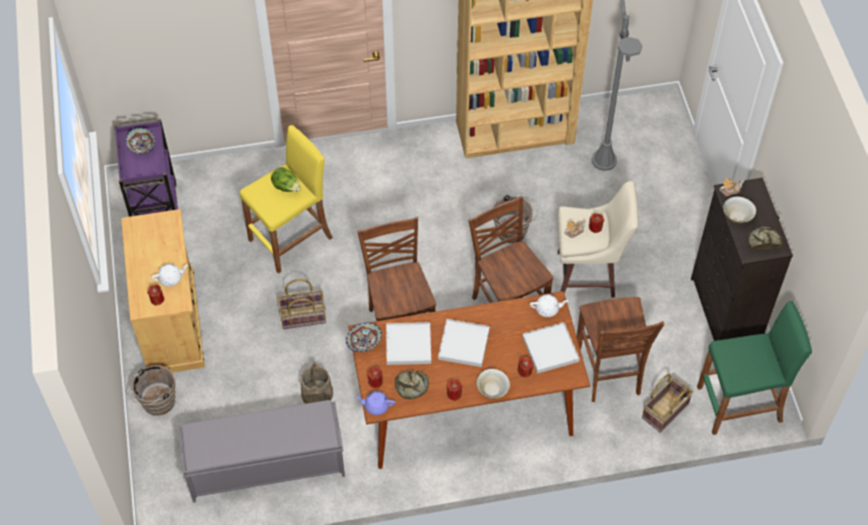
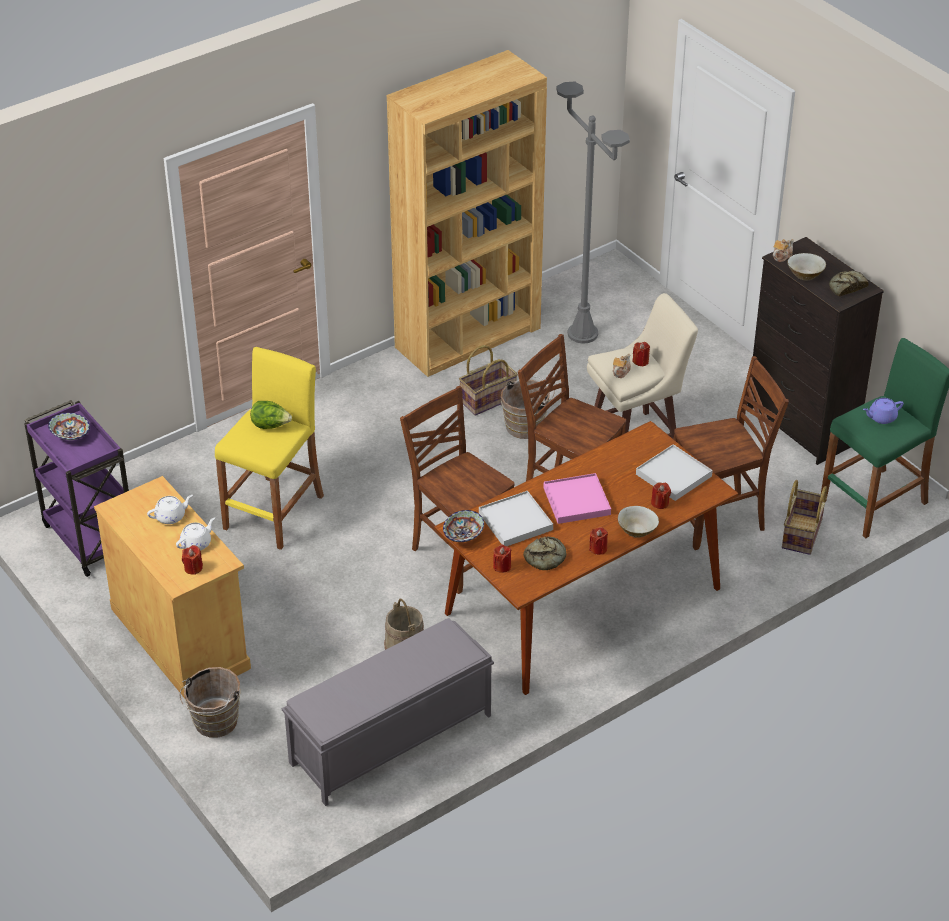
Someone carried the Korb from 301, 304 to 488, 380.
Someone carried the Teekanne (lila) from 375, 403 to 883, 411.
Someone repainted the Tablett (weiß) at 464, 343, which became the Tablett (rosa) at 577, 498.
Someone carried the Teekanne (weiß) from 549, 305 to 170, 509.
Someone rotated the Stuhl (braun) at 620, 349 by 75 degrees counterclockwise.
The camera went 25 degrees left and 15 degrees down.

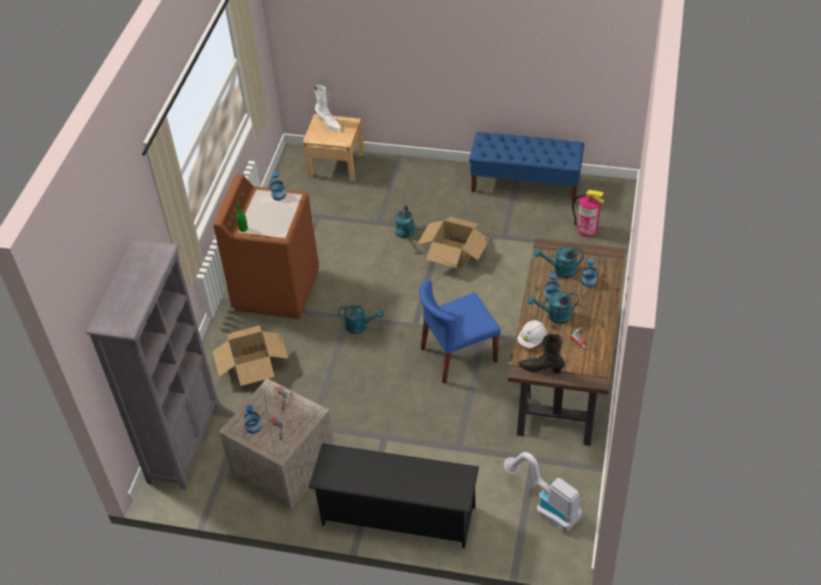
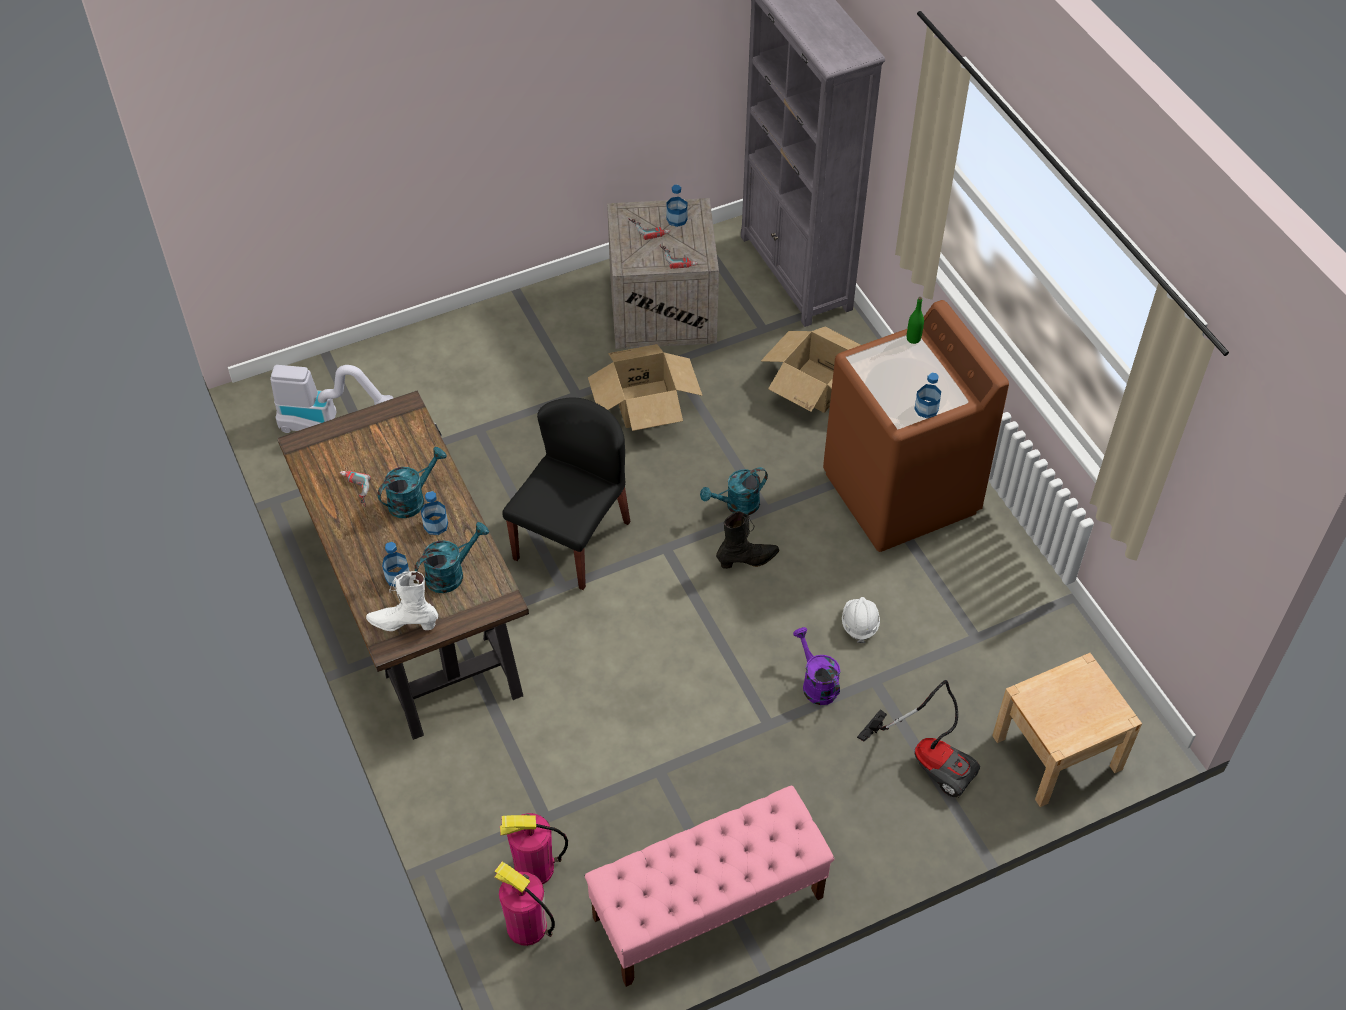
Someone took away the Schuhregal (schwarz) at 393, 495.
Someone carried the Stiefel (weiß) from 328, 108 to 402, 601.
Someone repainted the Gießkanne (türkis) at 405, 221, which became the Gießkanne (lila) at 816, 666.
Someone carried the Karton from 453, 242 to 645, 387.
Someone repainted the Stuhl (blau) at 460, 332, which became the Stuhl (schwarz) at 567, 493.
Someone repainted the Bank (blau) at 527, 167, which became the Bank (rosa) at 709, 886.
Someone carried the Schutzhelm (weiß) from 532, 334 to 861, 620.
Someone carried the Stiefel (schwarz) from 541, 354 to 747, 540.
Someone put down the Feuerlöscher at 524, 904.
Someone put down the Staubsauger at 918, 739.
The camera went 140 degrees right and 5 degrees up.

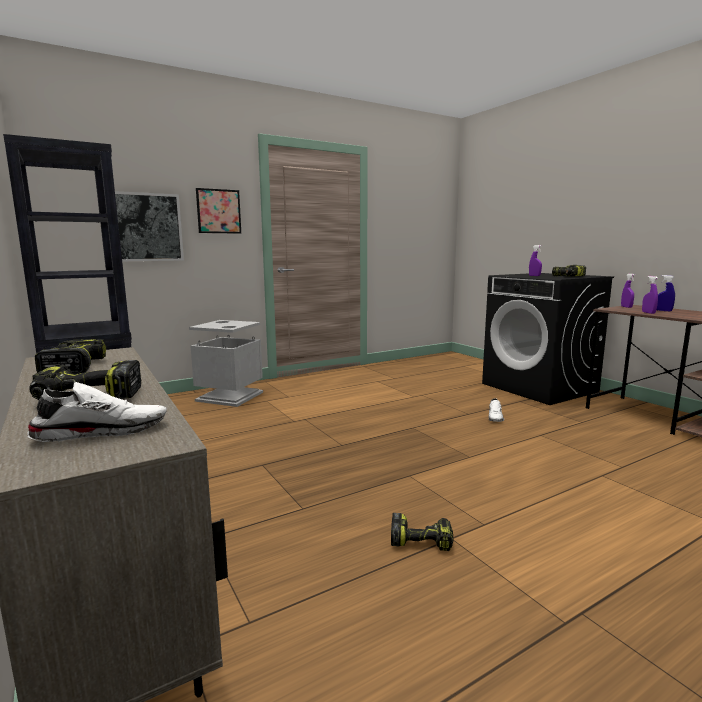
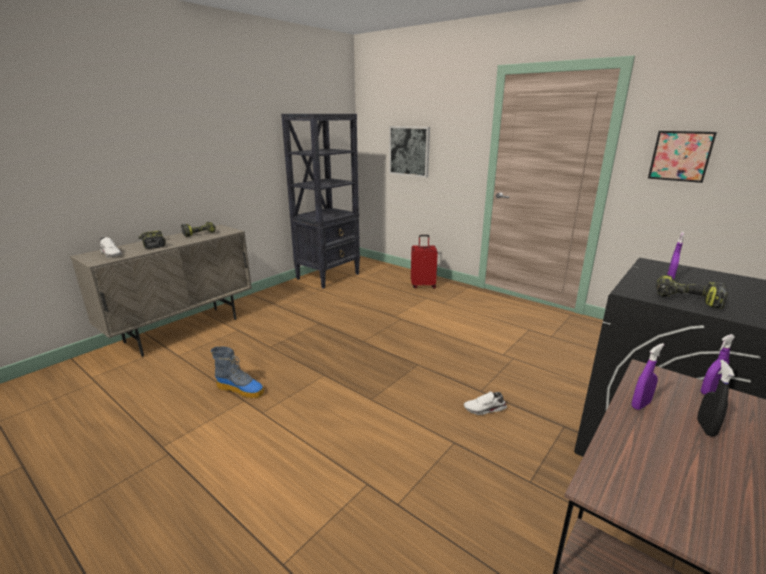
Someone swapped the Mülleimer (grau) at 226, 363 for the Koffer (rot) at 424, 262.
Someone carried the Bild from 218, 211 to 682, 157.
Someone swapped the Bohrmaschine at 422, 532 for the Stiefel at 237, 372.
Someone repainted the Sprühflasche (blau) at 666, 293, which became the Sprühflasche (schwarz) at 716, 398.
The camera went 70 degrees right and 10 degrees up.

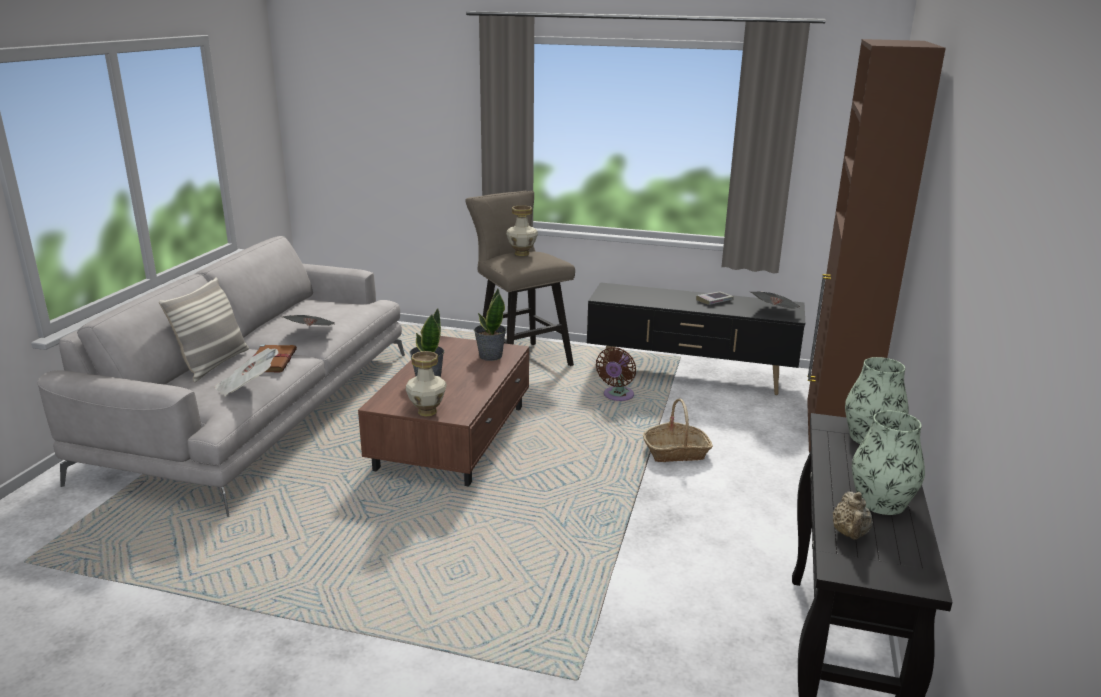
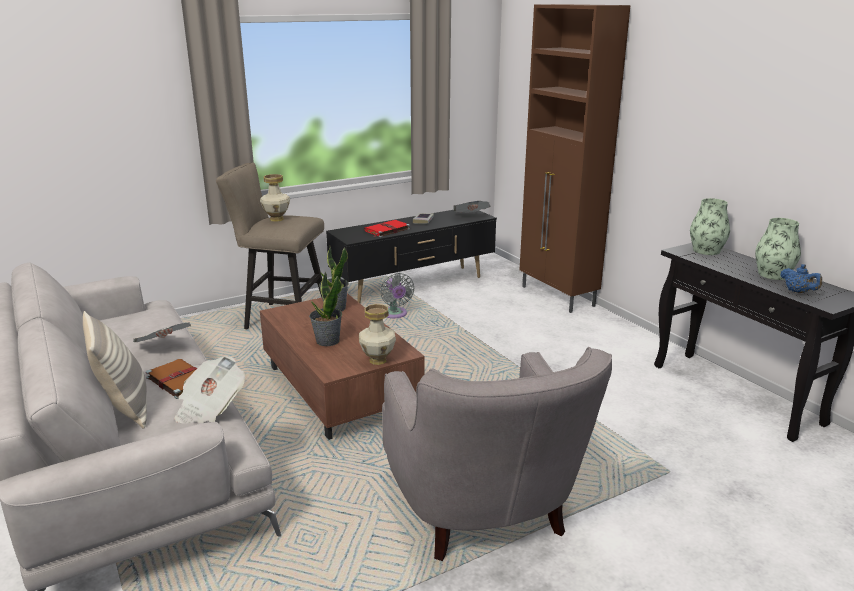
Someone repainted the Ventilator (braun) at 616, 374, which became the Ventilator (grau) at 397, 295.
Someone took away the Korb at 678, 430.
Someone repainted the Teekanne (beige) at 853, 515, which became the Teekanne (blau) at 801, 278.
Someone put down the Buch (rot) at 387, 228.
Someone put down the Sessel (grau) at 497, 454.
The camera went 45 degrees left and 0 degrees up.

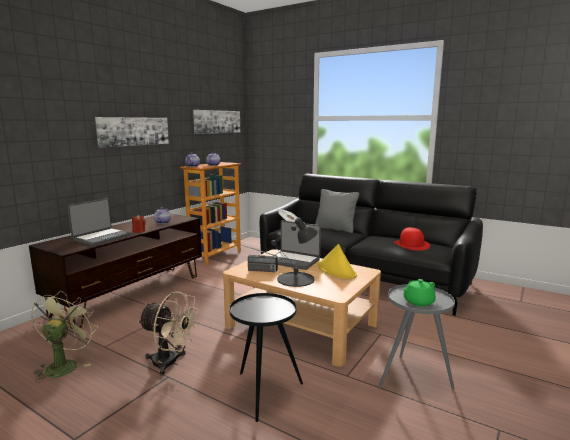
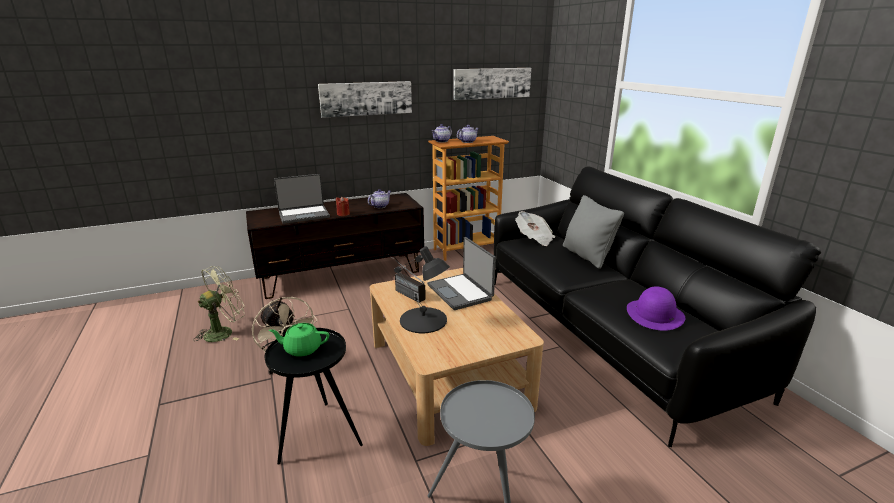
Someone took away the Hut (gelb) at 337, 261.
Someone repainted the Hut (rot) at 412, 238, which became the Hut (lila) at 656, 308.
Someone carried the Teekanne (grün) from 419, 292 to 299, 340.
The camera went 35 degrees right and 10 degrees up.

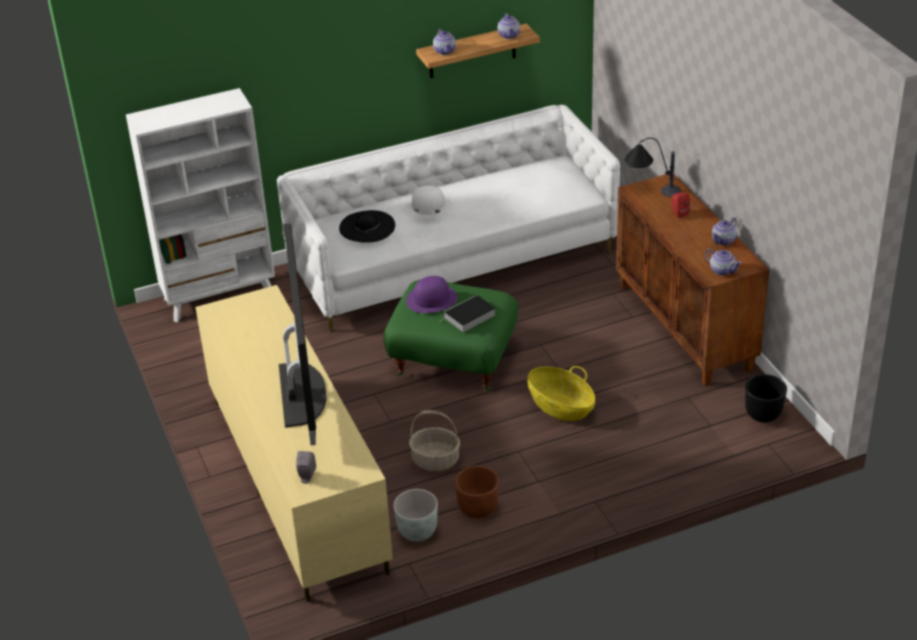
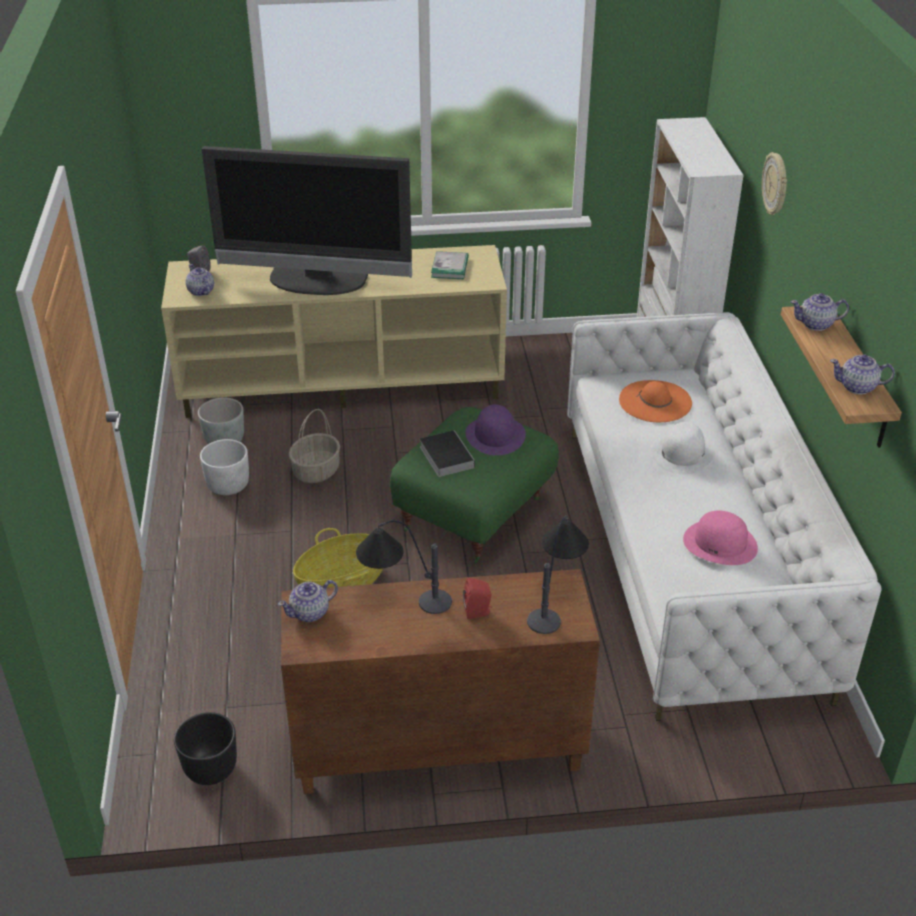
Someone repainted the Hut (schwarz) at 367, 226, which became the Hut (orange) at 655, 401.
Someone repainted the Pflanzkübel (braun) at 477, 492, which became the Pflanzkübel (weiß) at 224, 467.
Someone carried the Teekanne from 724, 232 to 199, 280.
Someone put down the Tischlampe at 404, 567.
Someone put down the Buch at 450, 265.
Someone put down the Hut (rosa) at 720, 537.
Someone put up the Wanduhr at 774, 183.
The camera went 105 degrees right and 0 degrees up.

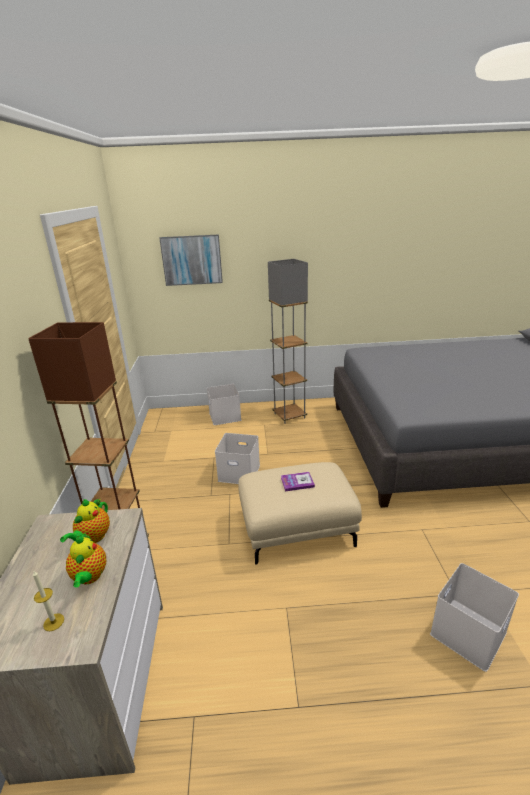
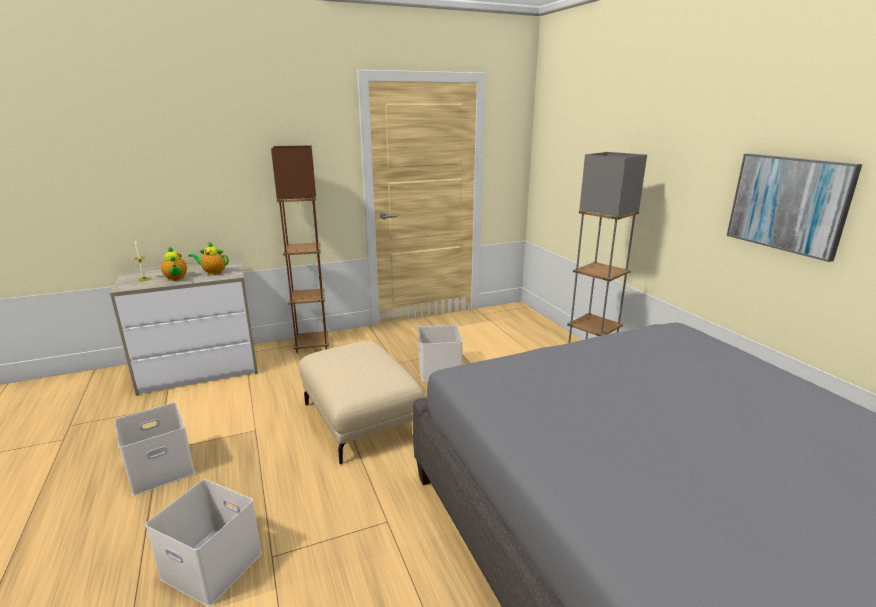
Someone rotated the Teekanne at 86, 560 by 90 degrees counterclockwise.
Someone carried the Bild from 191, 260 to 794, 208.
Someone carried the Aufbewahrungsbox (weiß) from 224, 404 to 155, 449.
Someone took away the Buch at 298, 481.
The camera went 70 degrees right and 5 degrees down.

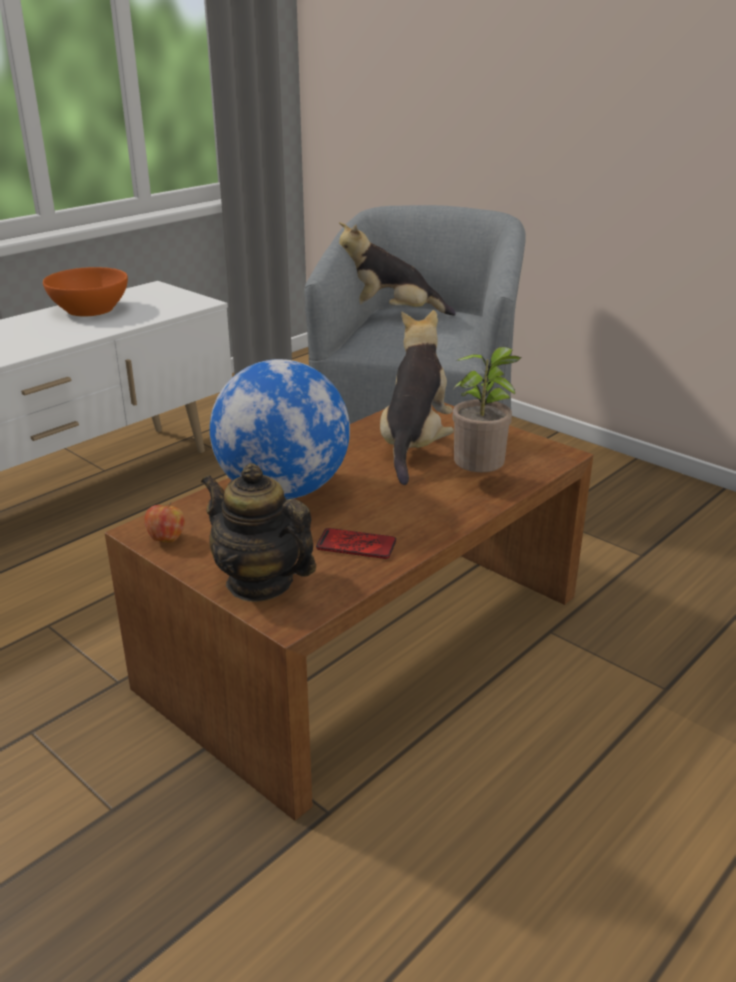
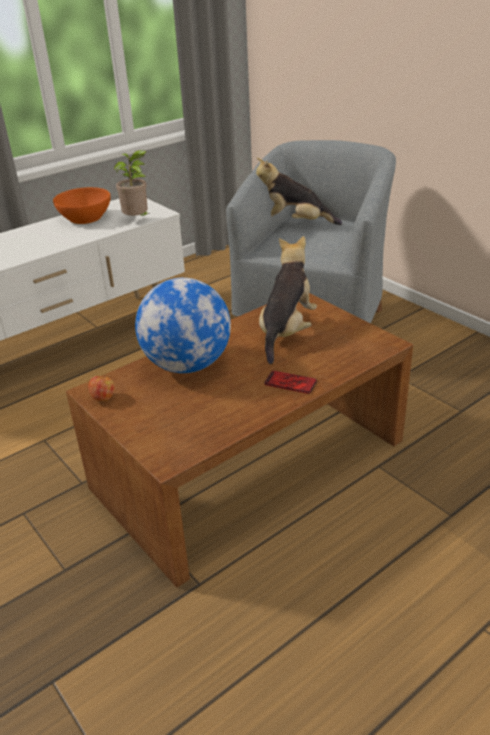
Someone took away the Teekanne at 258, 532.
Someone carried the Handy from 356, 543 to 290, 382.
Someone carried the Topfpflanze from 487, 409 to 131, 183.
The camera went 10 degrees right and 5 degrees up.

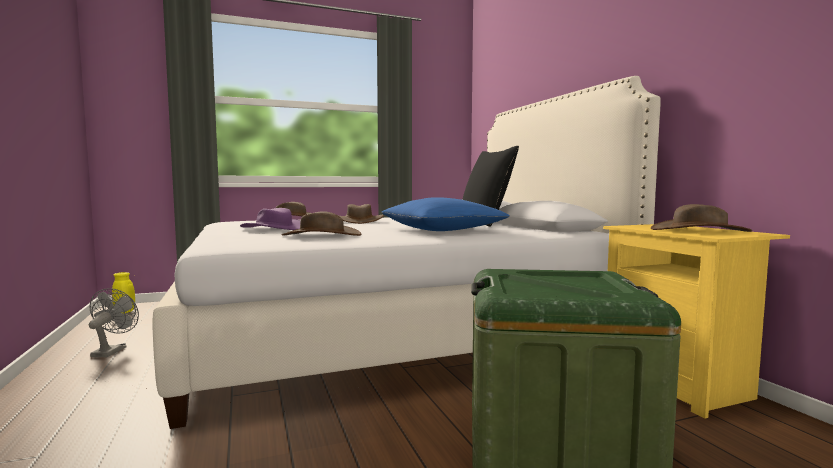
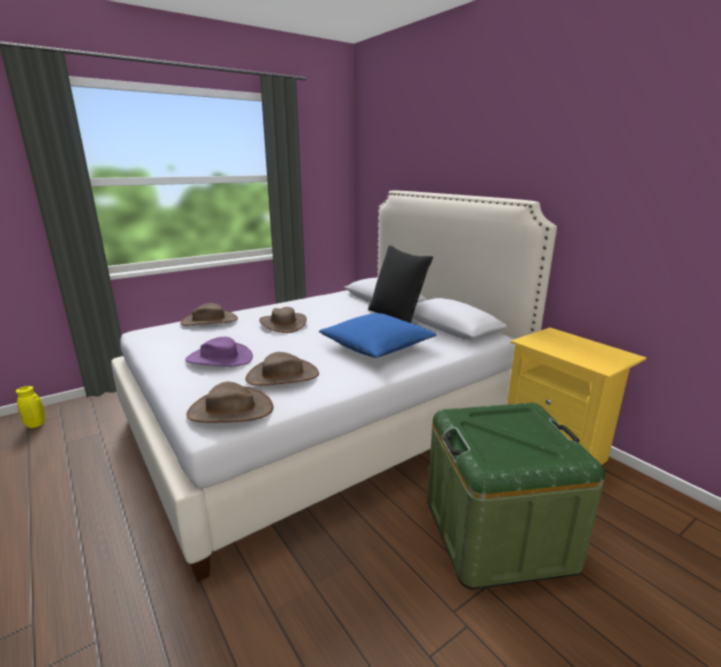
Someone took away the Ventilator (grau) at 114, 322.
Someone carried the Hut (braun) from 701, 218 to 229, 402.
The camera went 15 degrees left and 15 degrees up.

